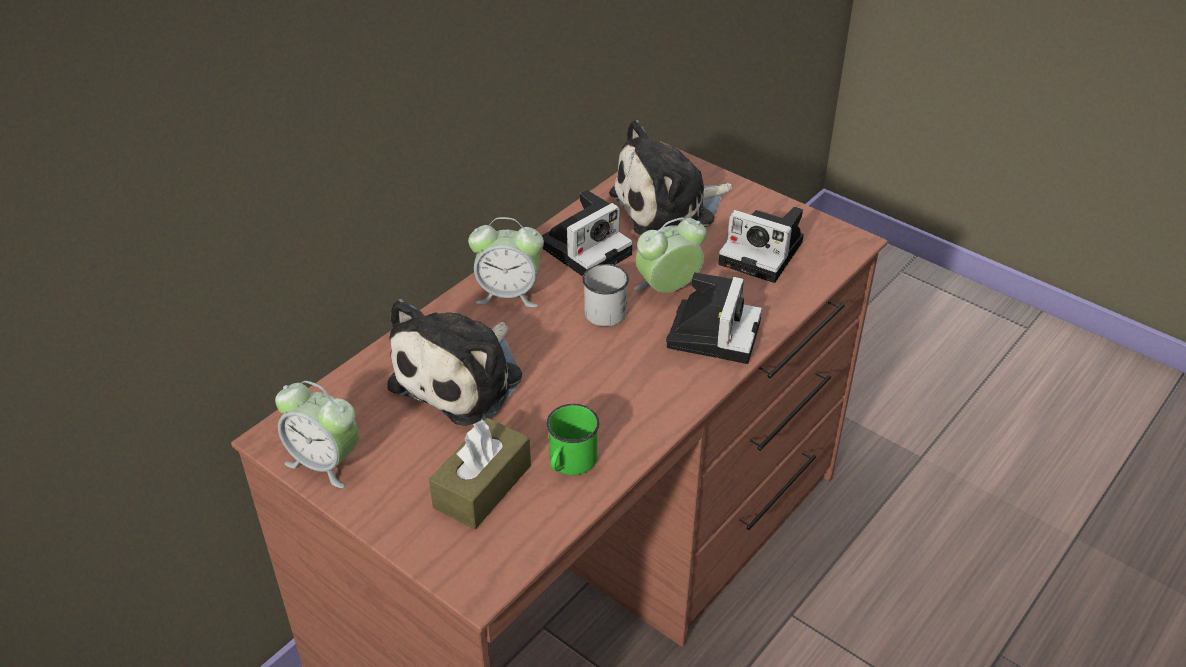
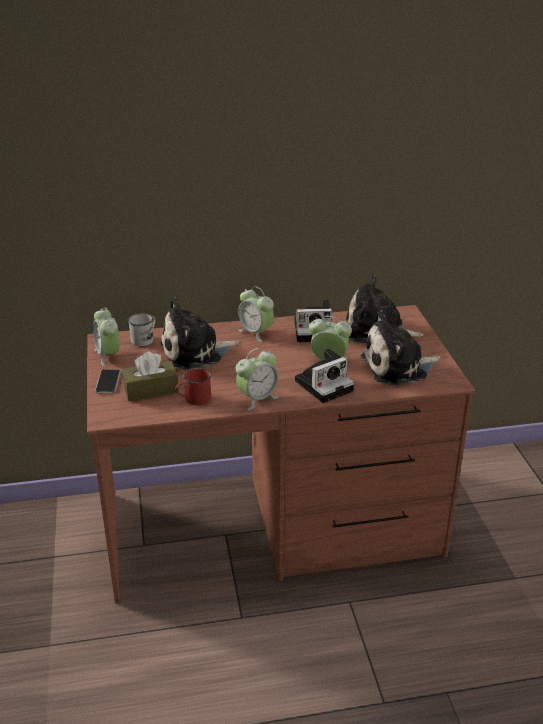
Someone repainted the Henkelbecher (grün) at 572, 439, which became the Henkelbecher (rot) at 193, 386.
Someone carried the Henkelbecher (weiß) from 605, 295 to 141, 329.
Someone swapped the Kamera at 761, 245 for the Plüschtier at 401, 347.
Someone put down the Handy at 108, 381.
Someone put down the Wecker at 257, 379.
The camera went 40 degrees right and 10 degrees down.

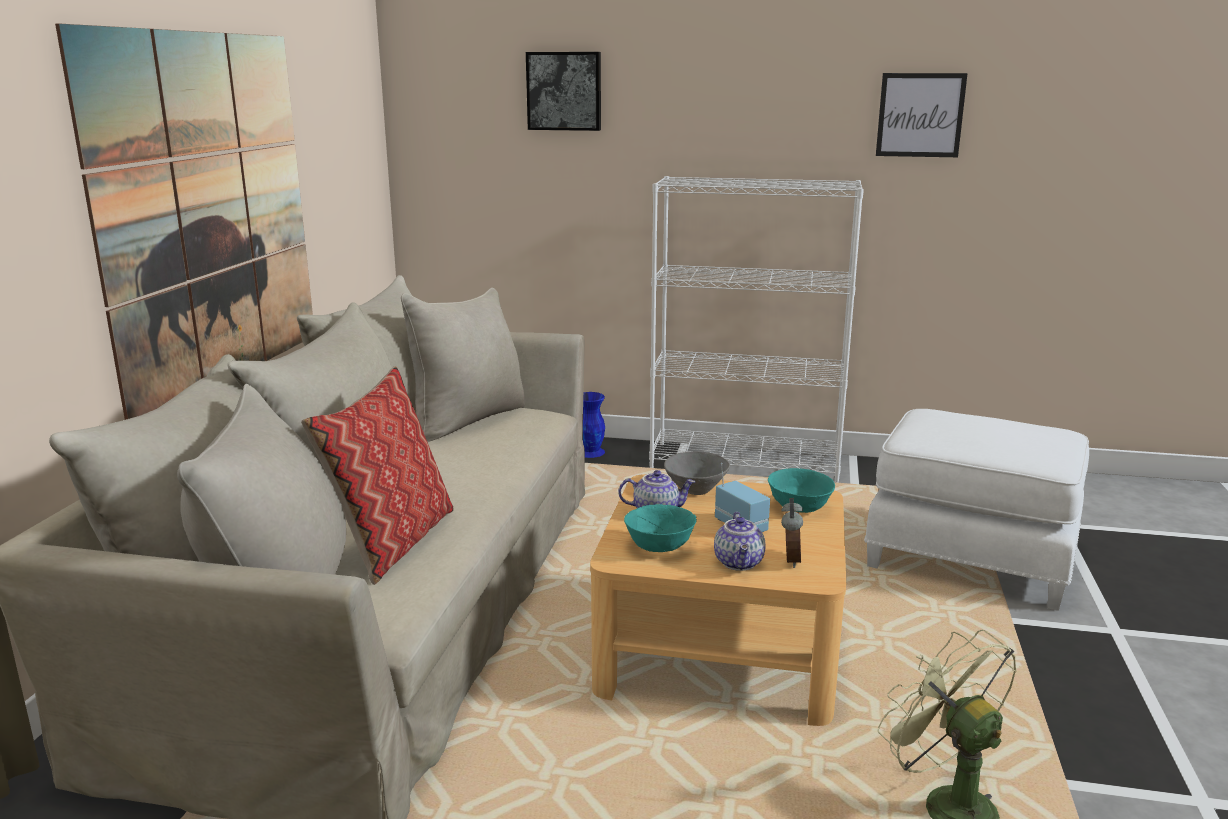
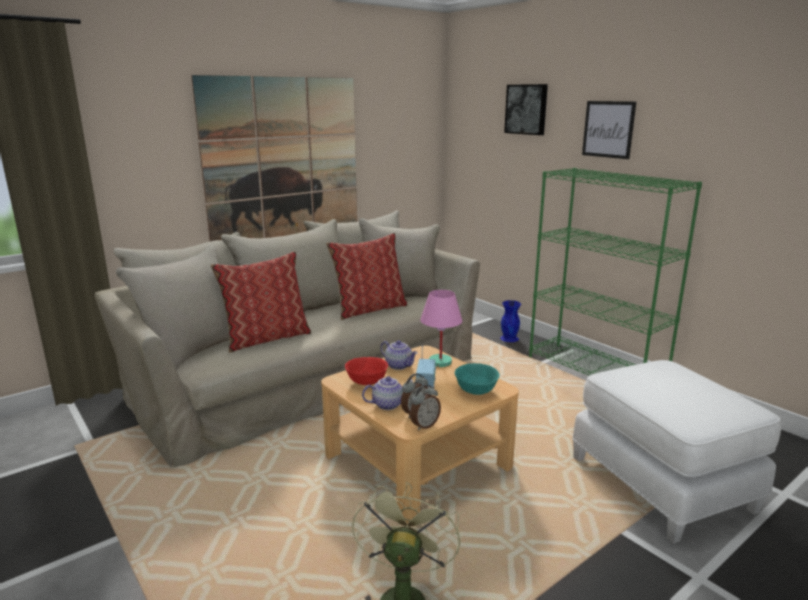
Someone repainted the Schüssel (türkis) at 660, 528, which became the Schüssel (rot) at 366, 371.
Someone repainted the Bücherregal (weiß) at 756, 329, which became the Bücherregal (grün) at 615, 271.
Someone swapped the Schüssel (grau) at 697, 473 for the Tischlampe (rosa) at 441, 328.
Someone rotated the Teekanne at 739, 541 by 150 degrees counterclockwise.
Someone carried the Bild from 922, 115 to 609, 130.
Someone put down the Kissen at 366, 276.
Someone put down the Wecker at 425, 407.
The camera went 40 degrees right and 0 degrees up.

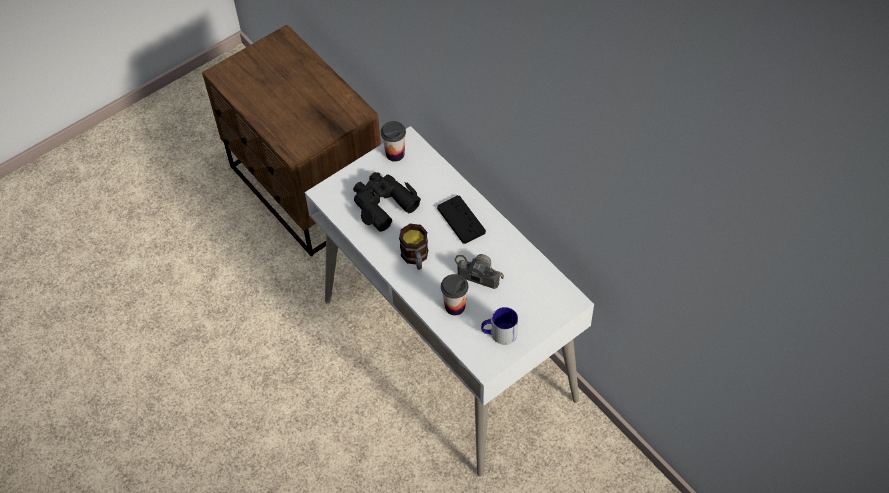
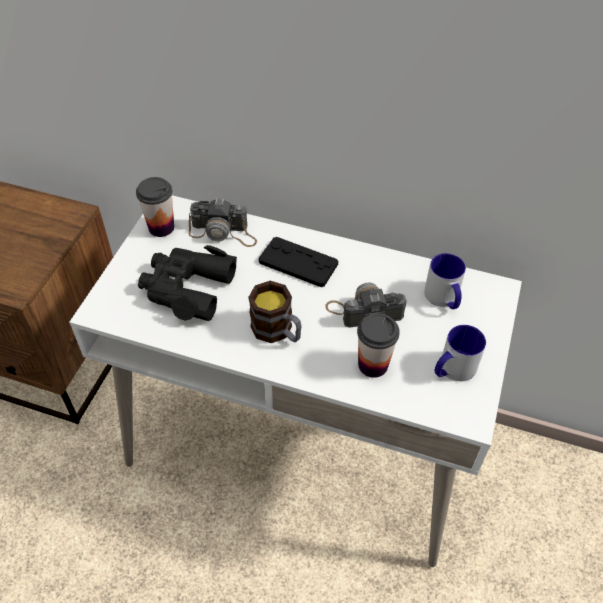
Someone put down the Kamera at 222, 222.
Someone put down the Henkelbecher at 445, 281.
The camera went 35 degrees left and 5 degrees down.

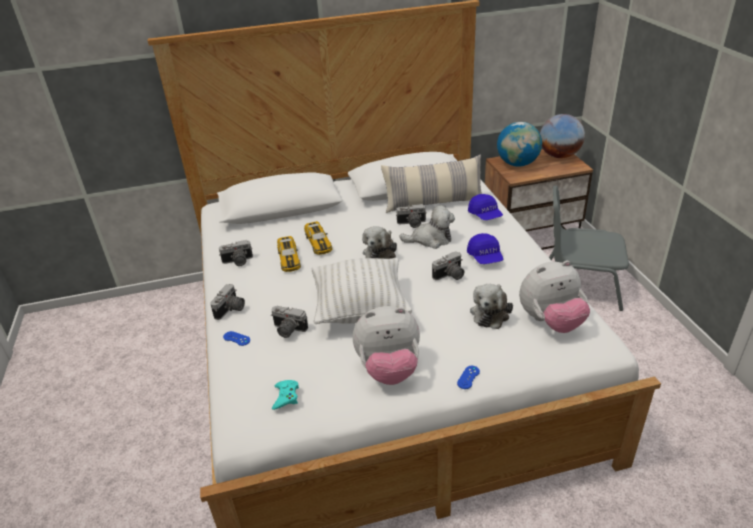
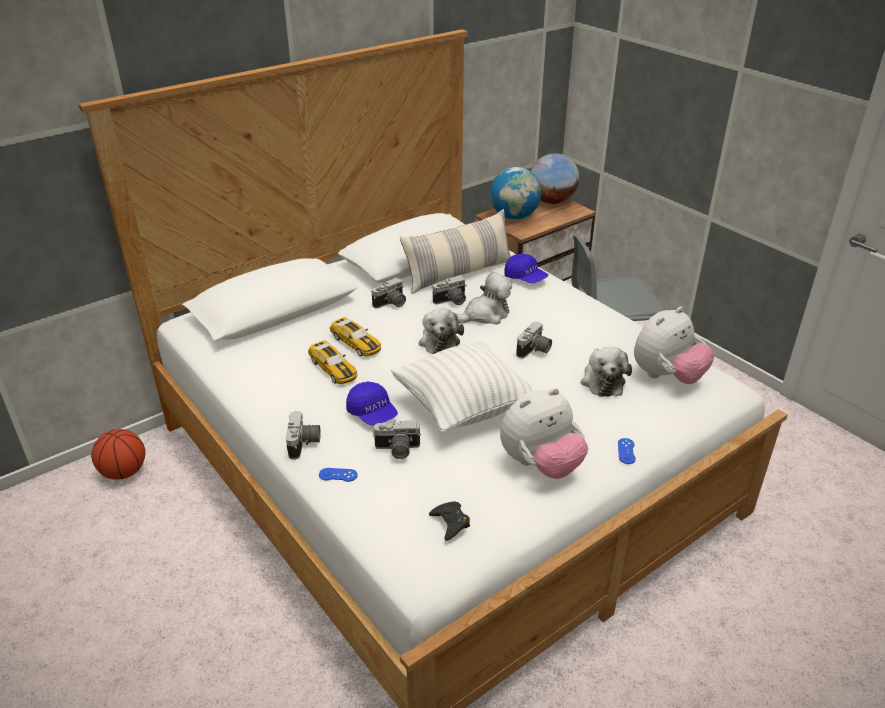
Someone carried the Kamera from 236, 253 to 389, 293.
Someone repainted the Gamepad (türkis) at 285, 395, which became the Gamepad (schwarz) at 449, 521.
Someone carried the Kappe (blau) from 485, 248 to 372, 403.
Someone put down the Basketball at 118, 454.
The camera went 25 degrees left and 0 degrees up.

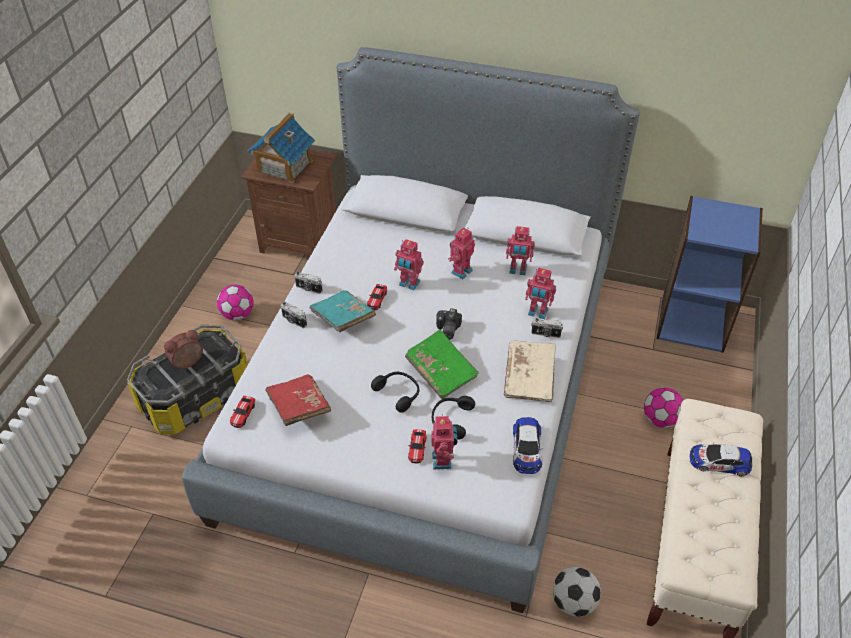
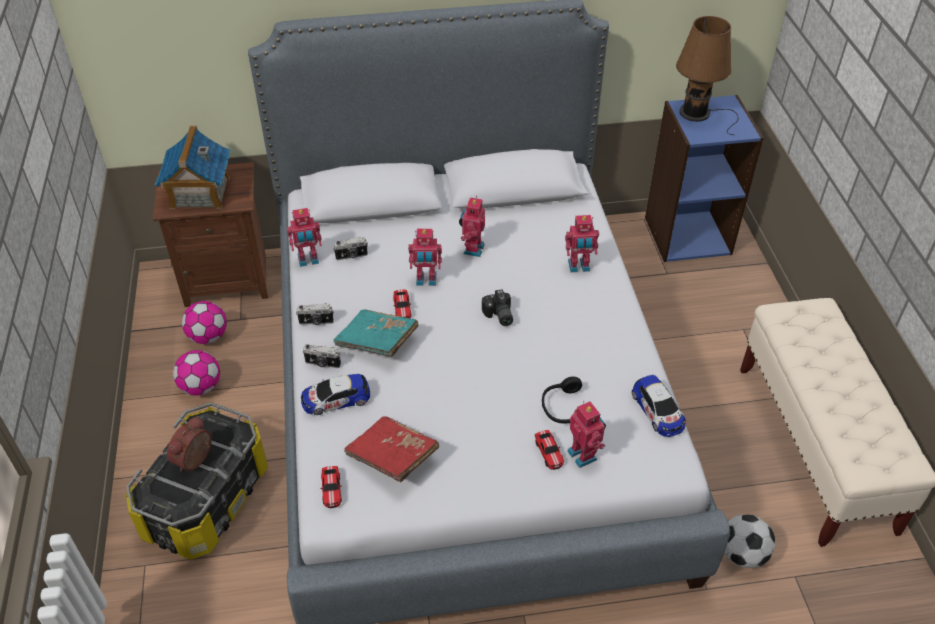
Someone took away the Kopfhörer (schwarz) at 395, 392.
Someone took away the Buch (grün) at 442, 364.
Someone took away the Buch (beige) at 530, 371.
Someone carried the Spielzeugroboter from 520, 250 to 304, 237.
Someone carried the Kamera from 547, 328 to 350, 248.
Someone carried the Fußball from 663, 408 to 204, 322.
Someone carried the Spielzeugauto from 721, 459 to 335, 394.
Someone put down the Tischlampe (braun) at 707, 75.
The camera went 25 degrees left and 0 degrees up.

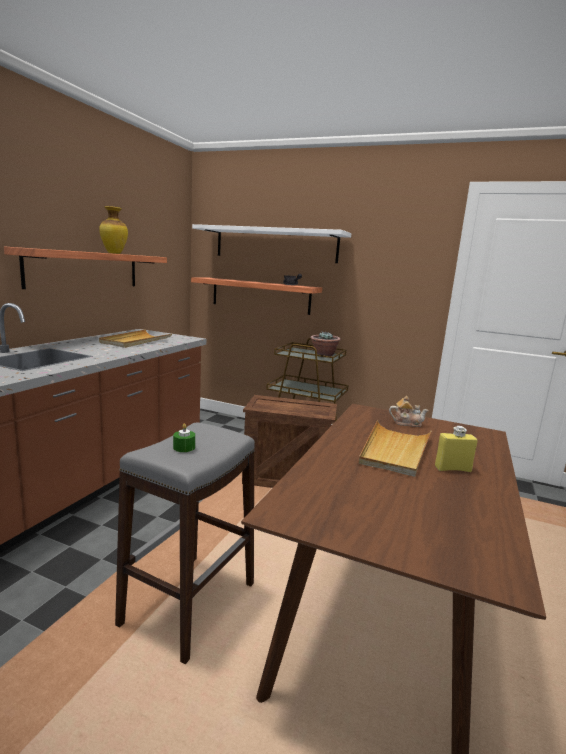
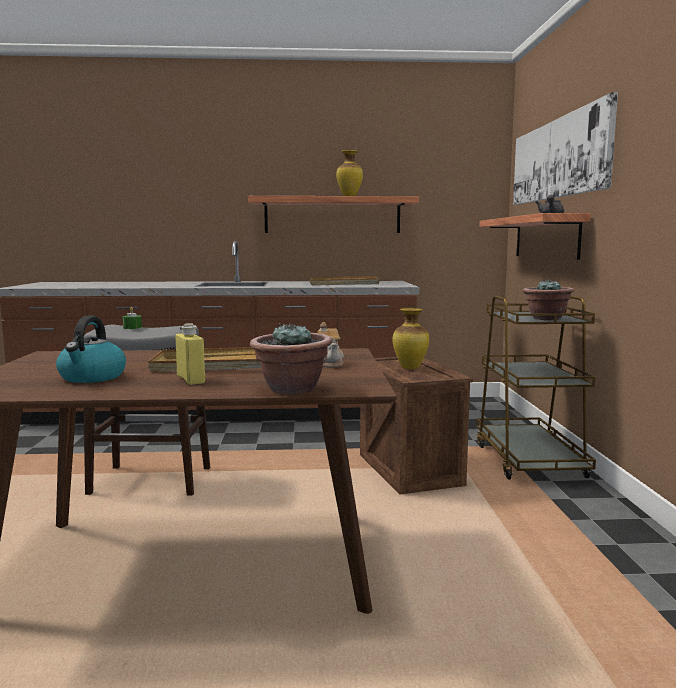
Someone swapped the Wandregal (weiß) at 272, 243 for the Bild at 565, 148.
Someone put down the Wasserkessel at 91, 349.
Someone put down the Topfpflanze at 291, 358.
Someone put down the Vase at 410, 338.
The camera went 65 degrees right and 5 degrees down.

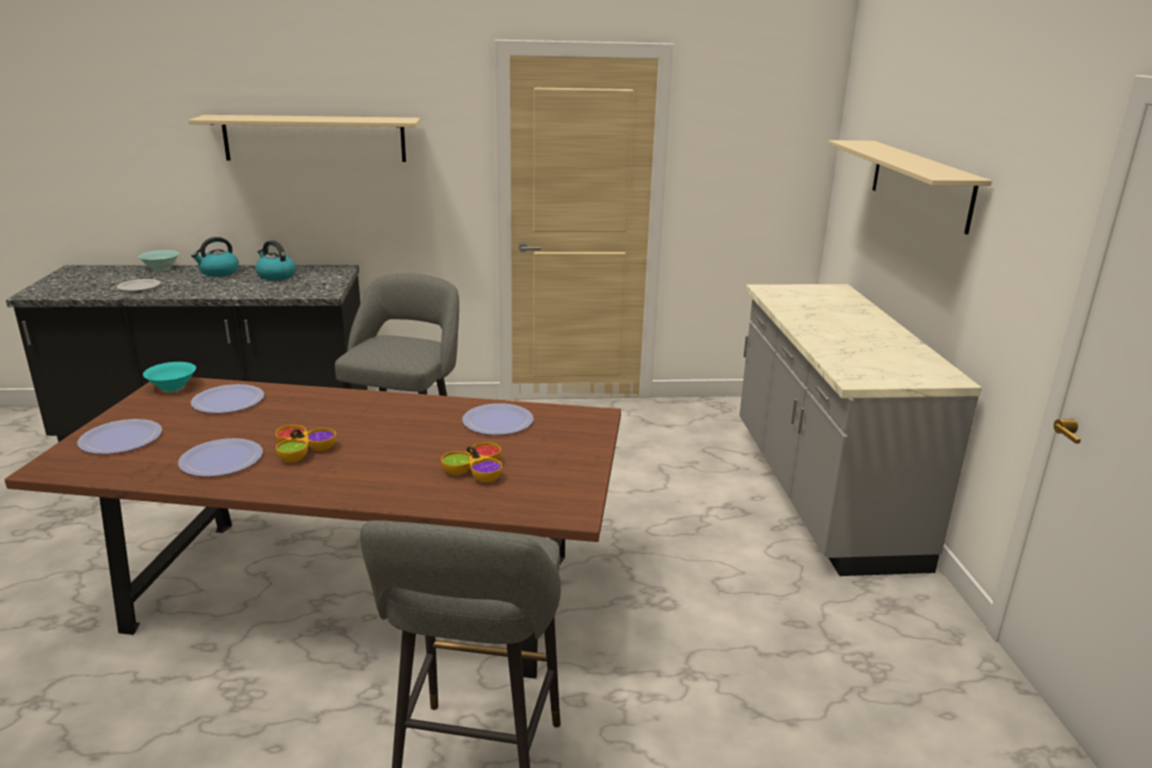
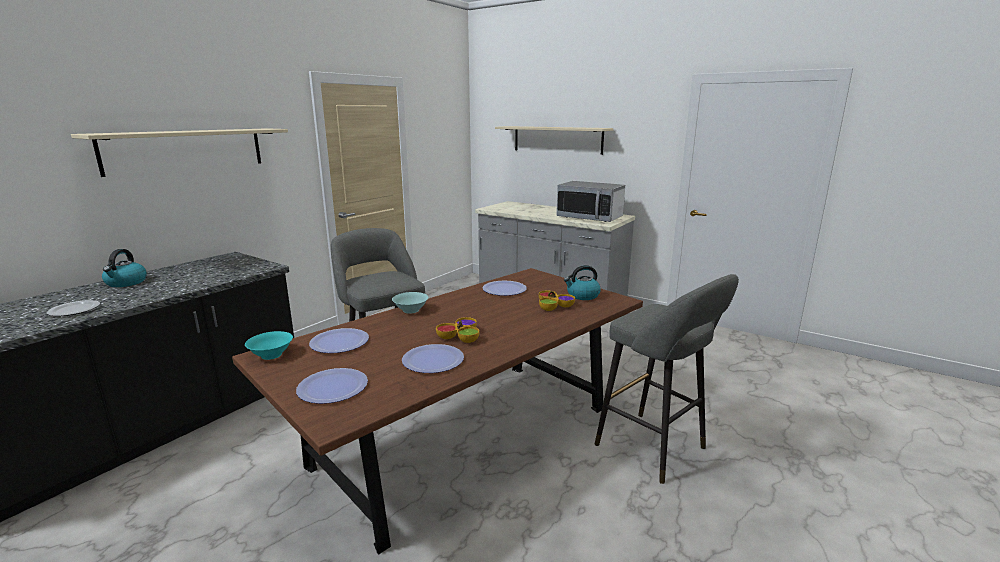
Someone carried the Schüssel (türkis) from 158, 260 to 410, 303.
Someone carried the Wasserkessel from 276, 260 to 582, 282.
Someone put down the Mikrowelle at 590, 201.
The camera went 50 degrees left and 5 degrees down.

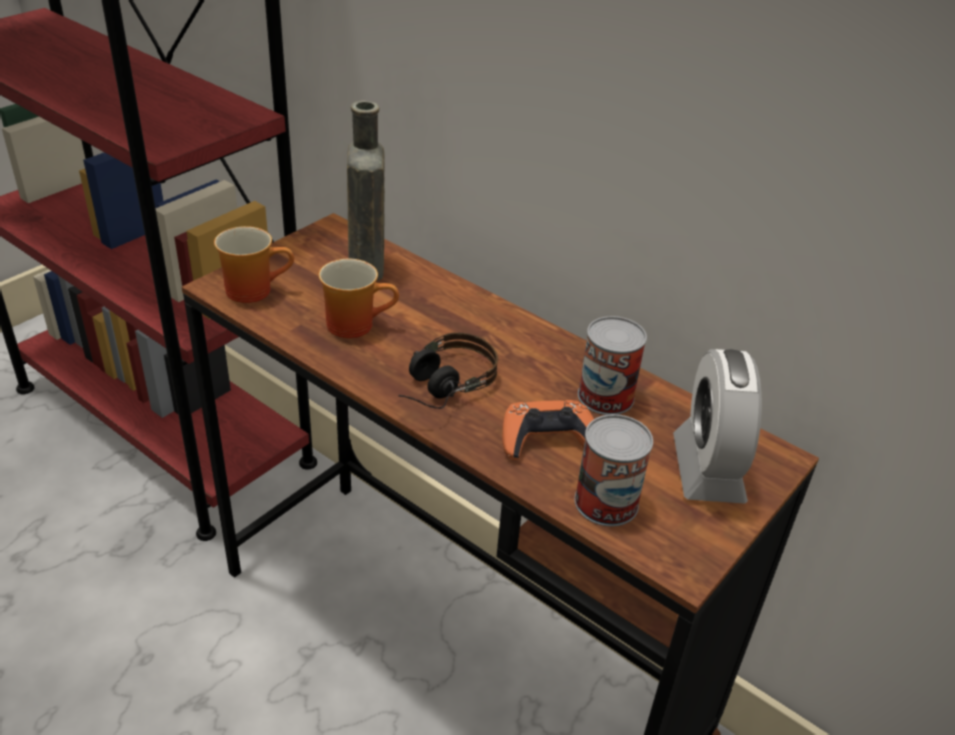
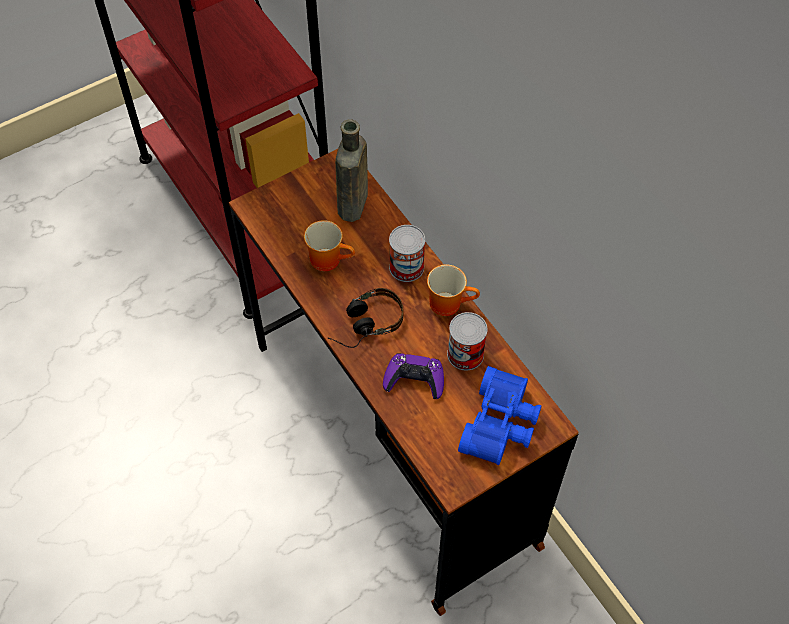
Someone carried the Henkelbecher from 254, 264 to 453, 290.
Someone repainted the Gamepad (orange) at 548, 430, which became the Gamepad (lila) at 413, 376.
Someone carried the Dose from 613, 470 to 407, 253.
Someone swapped the Wecker at 717, 426 for the Fernglas (blau) at 499, 415.
The camera went 20 degrees right and 20 degrees up.

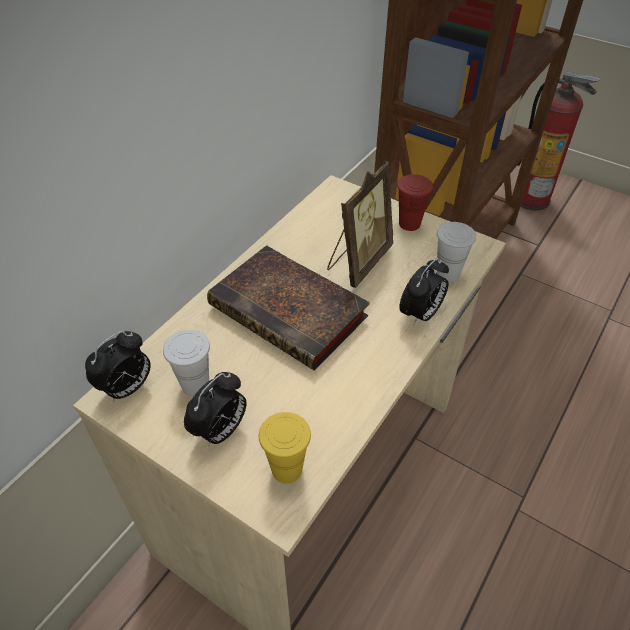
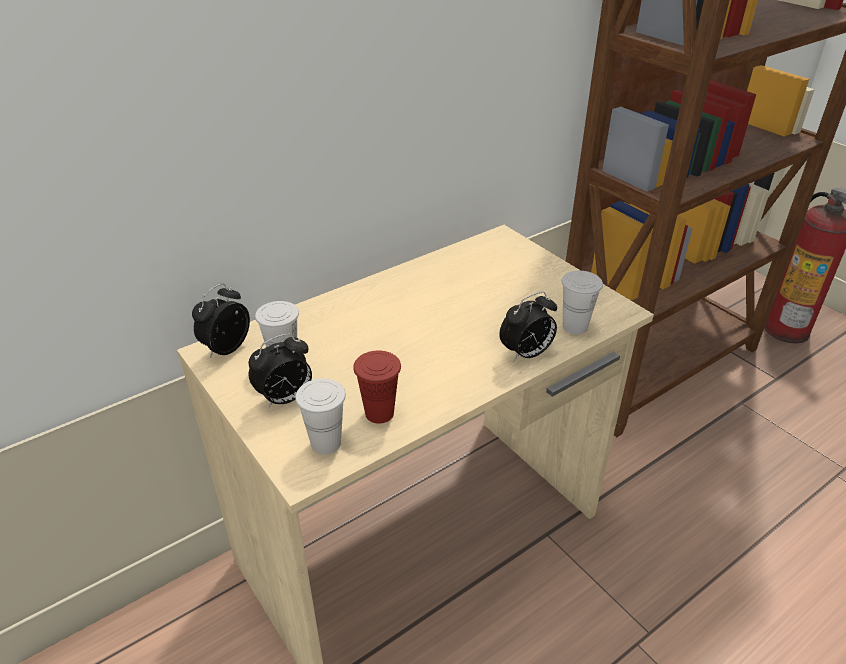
Someone rotated the Wecker at 118, 366 by 150 degrees clockwise.
Someone took away the Buch at 288, 308.
Someone repainted the Tasse (gelb) at 285, 448, which became the Tasse (weiß) at 320, 416.
Someone took away the Bilderrahmen at 360, 224.
Someone carried the Tasse (rot) from 415, 202 to 377, 387.
The camera went 20 degrees right and 10 degrees down.

